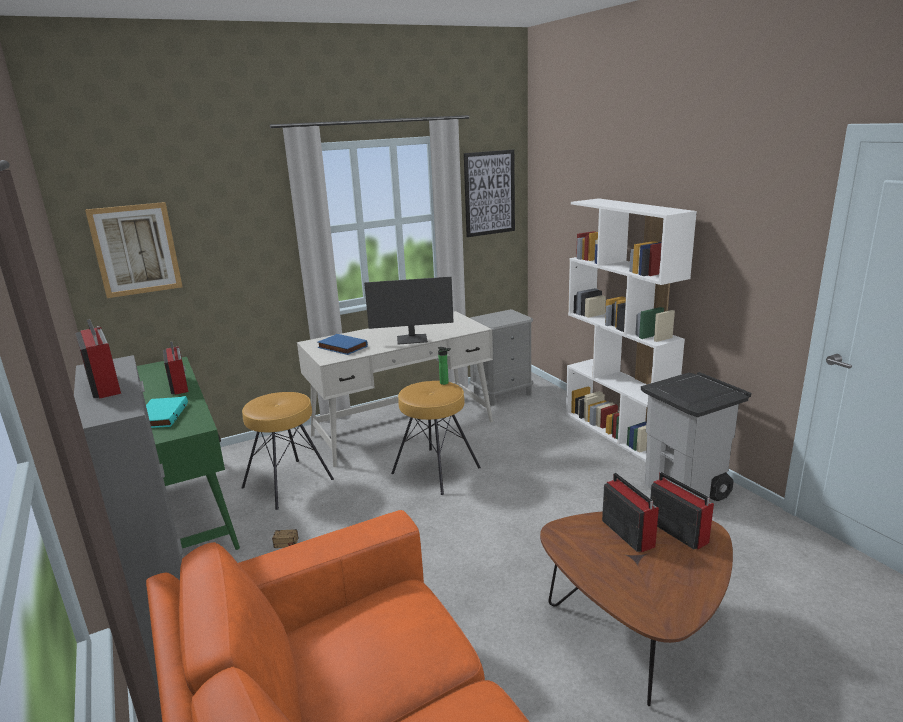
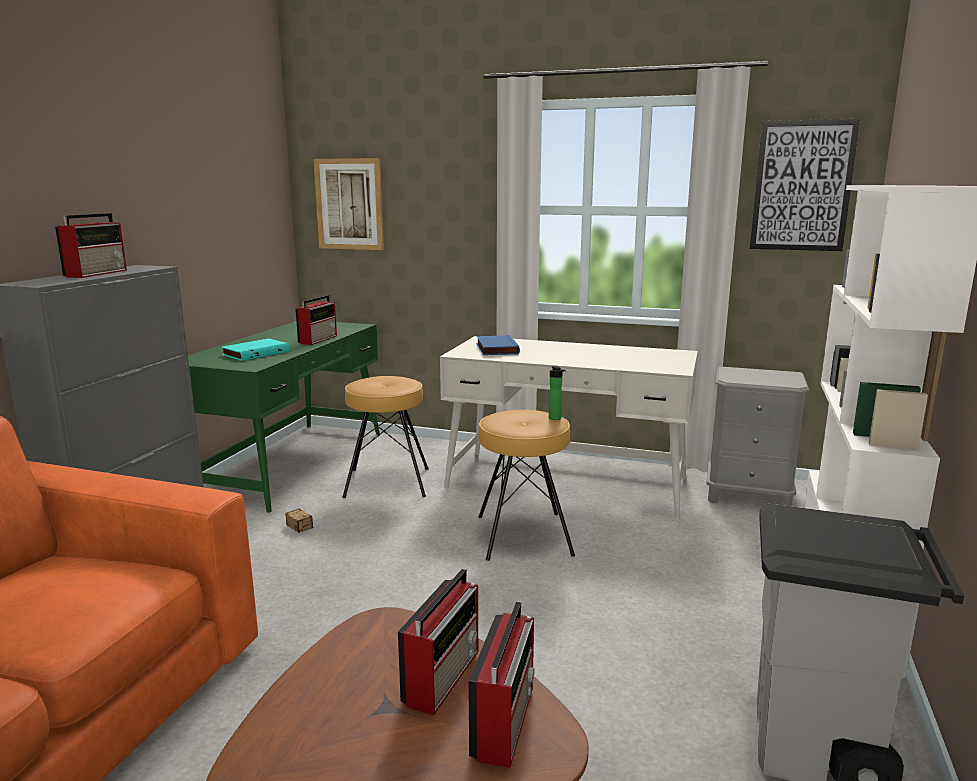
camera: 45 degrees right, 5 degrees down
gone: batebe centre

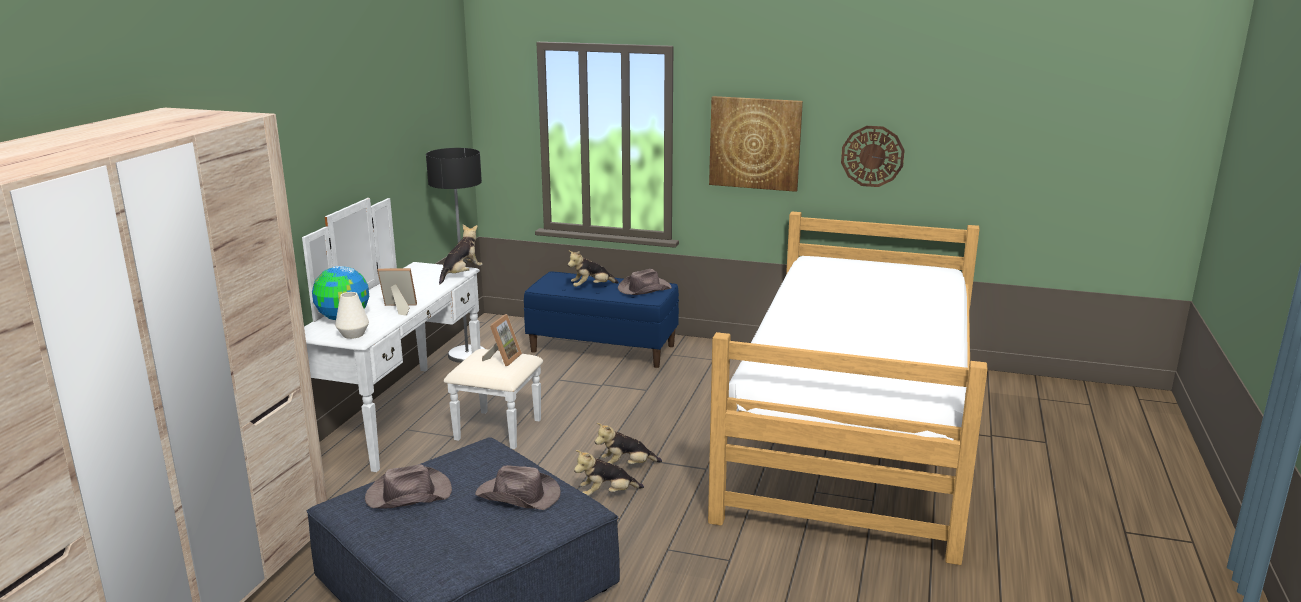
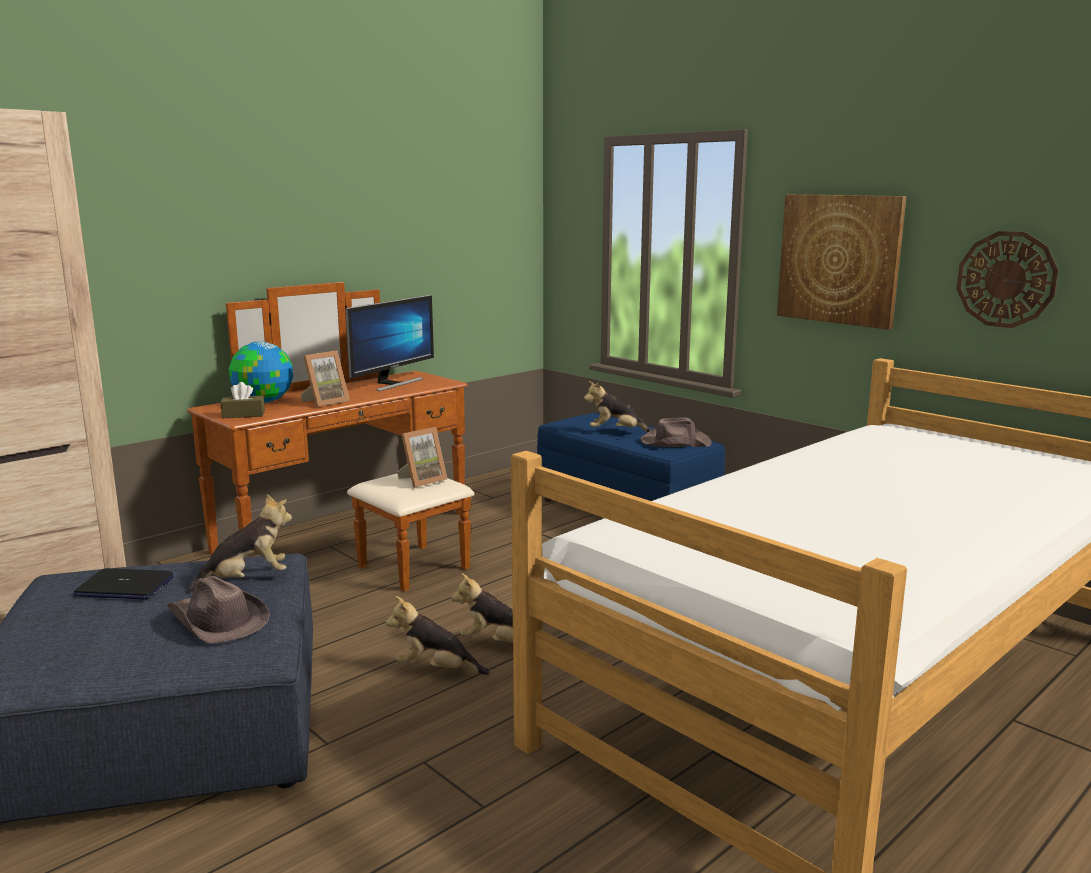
camera: 30 degrees right, 5 degrees down
gone: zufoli centre
new: batebe centre
shifted: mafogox (no. 1 from left) centre to middle left
swapped: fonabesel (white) middle left to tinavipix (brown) middle left; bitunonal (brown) (no. 1 from left) bottom left to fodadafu bottom left
repainted: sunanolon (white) middle left to sunanolon (brown) middle left
rotated: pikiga (no. 1 from left) middle left = middle left 105 degrees clockwise

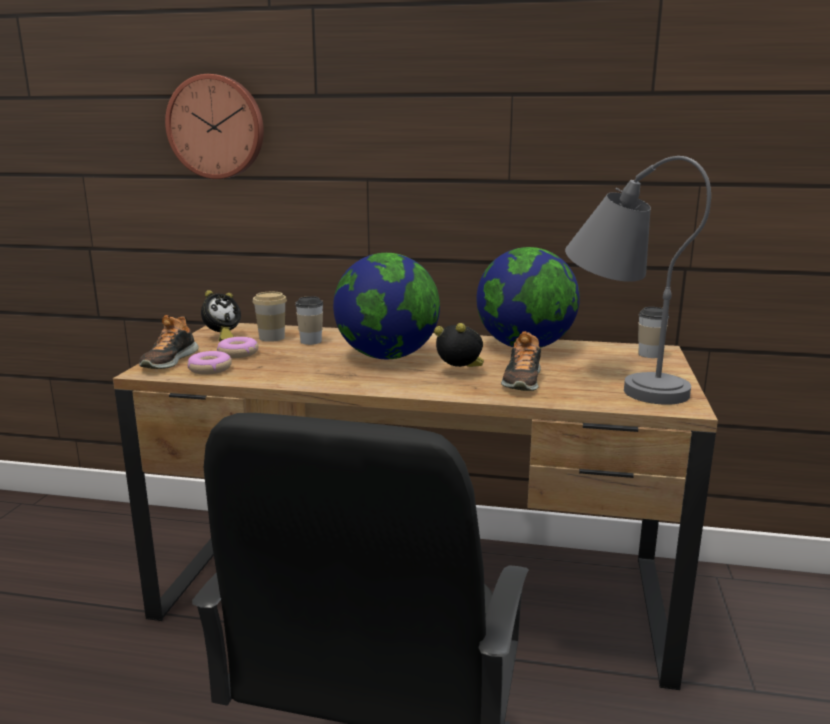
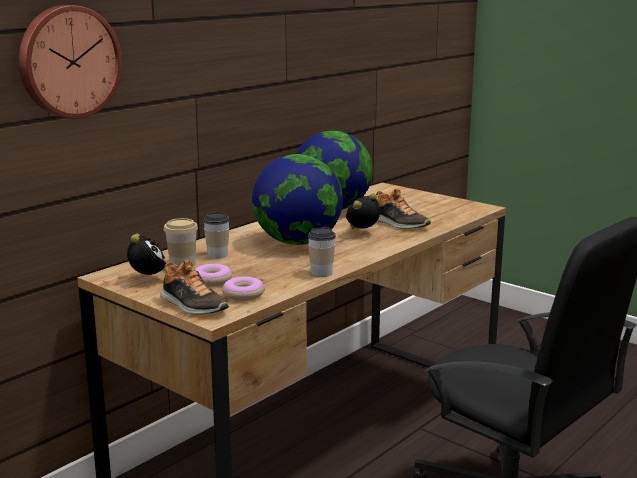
camera: 60 degrees left, 0 degrees up
gone: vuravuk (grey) middle right
shifted: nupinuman (no. 3 from left) middle right to centre

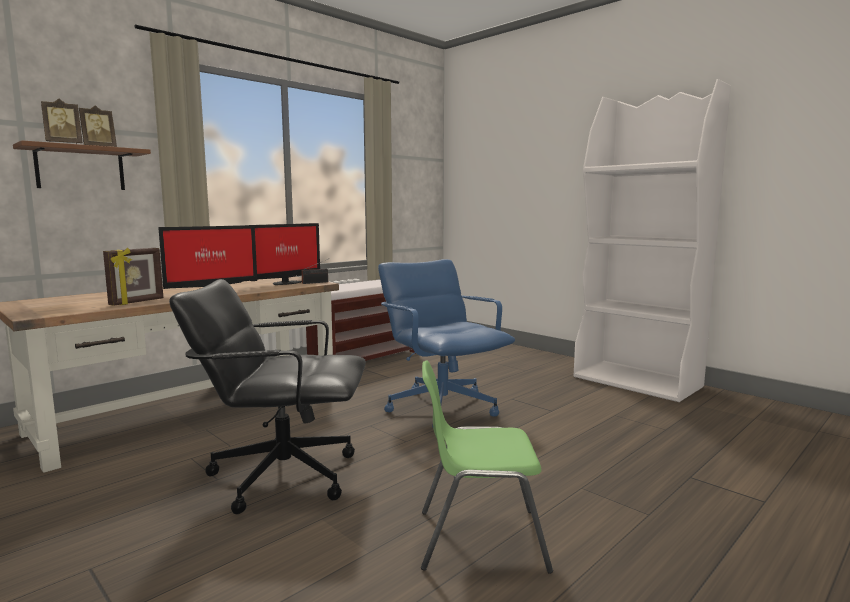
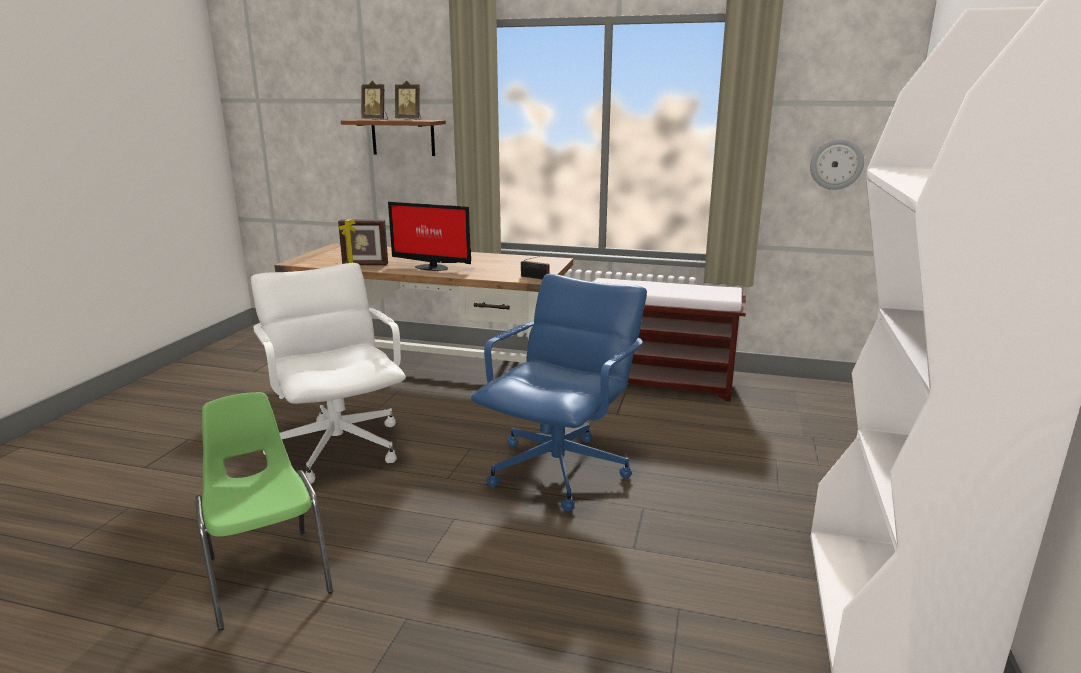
camera: 60 degrees right, 10 degrees up
gone: batebe (no. 2 from left) centre
new: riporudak top right
repainted: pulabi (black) middle left to pulabi (white) middle left

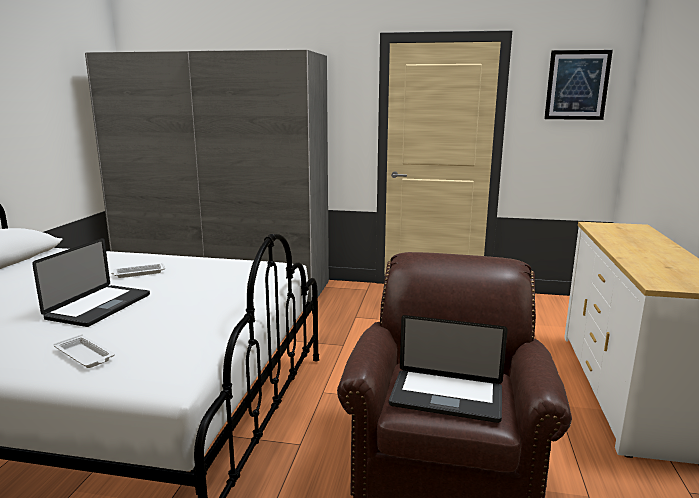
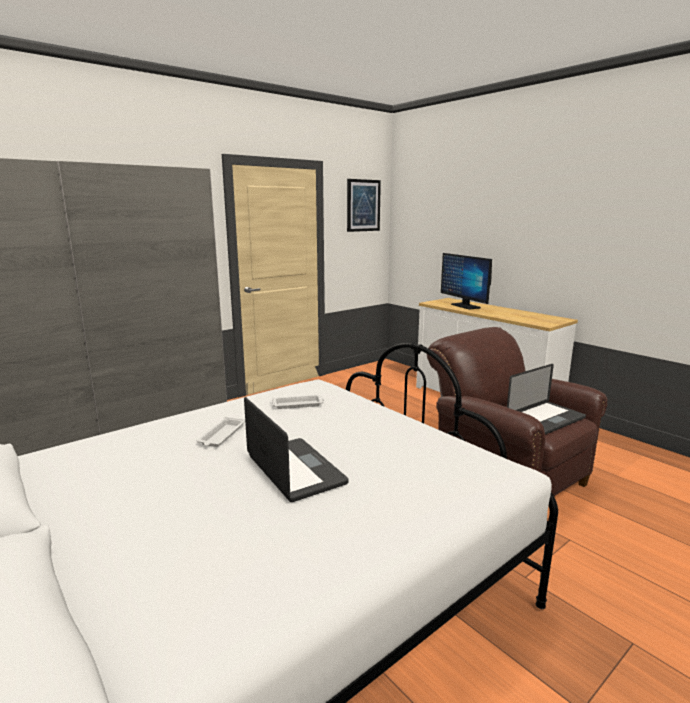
camera: 50 degrees left, 0 degrees up
new: batebe middle right
shifted: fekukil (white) (no. 1 from left in the first image) bottom left to fekukil (white) (no. 2 from left) centre

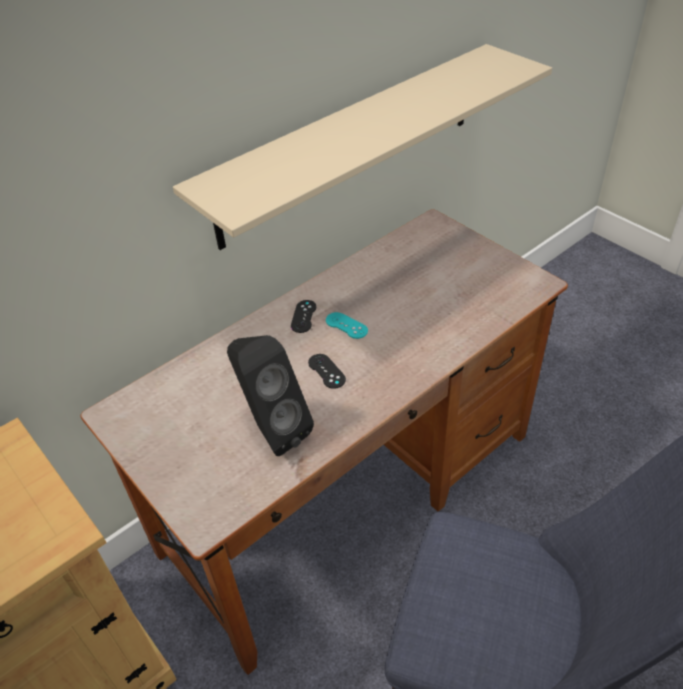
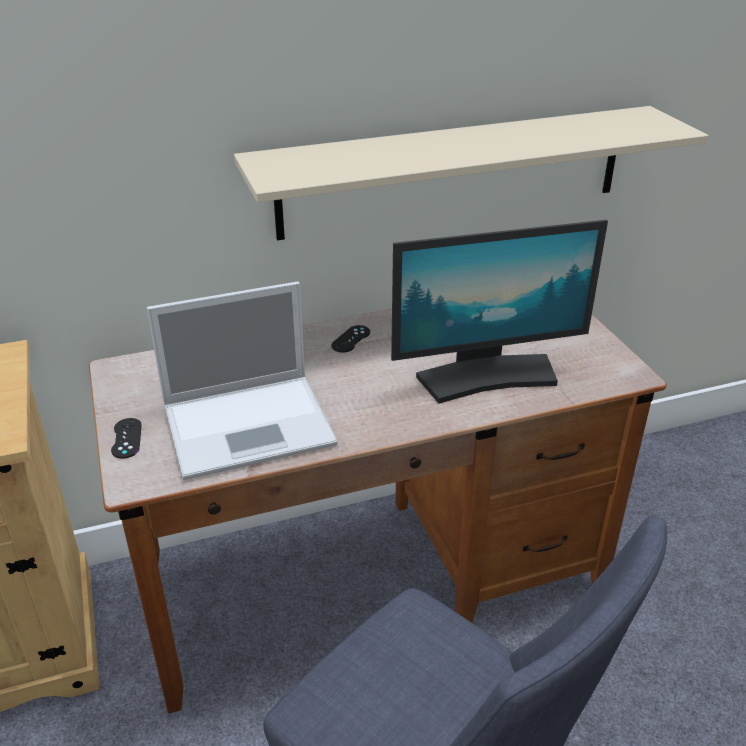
camera: 20 degrees right, 10 degrees down
gone: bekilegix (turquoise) centre
new: batebe middle right
shifted: bekilegix (black) (no. 2 from left in the first image) centre to bekilegix (black) (no. 1 from left) middle left
swapped: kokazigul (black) centre to fodadafu middle left

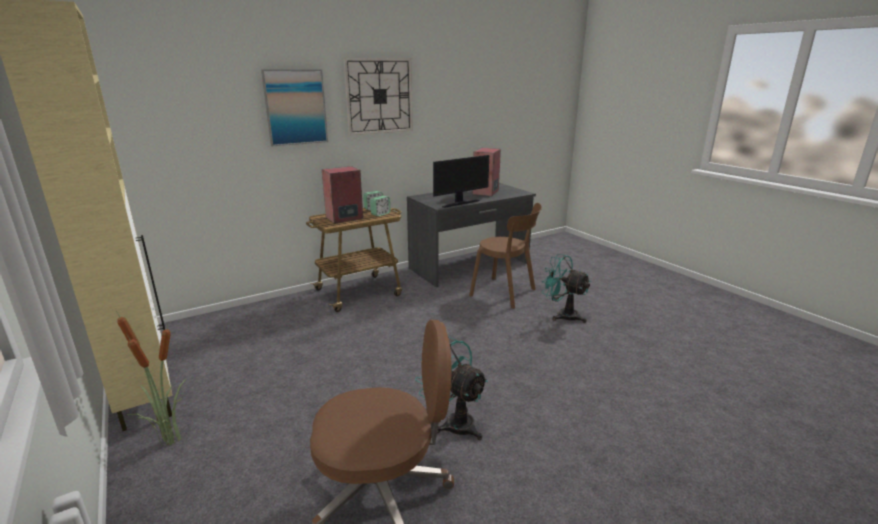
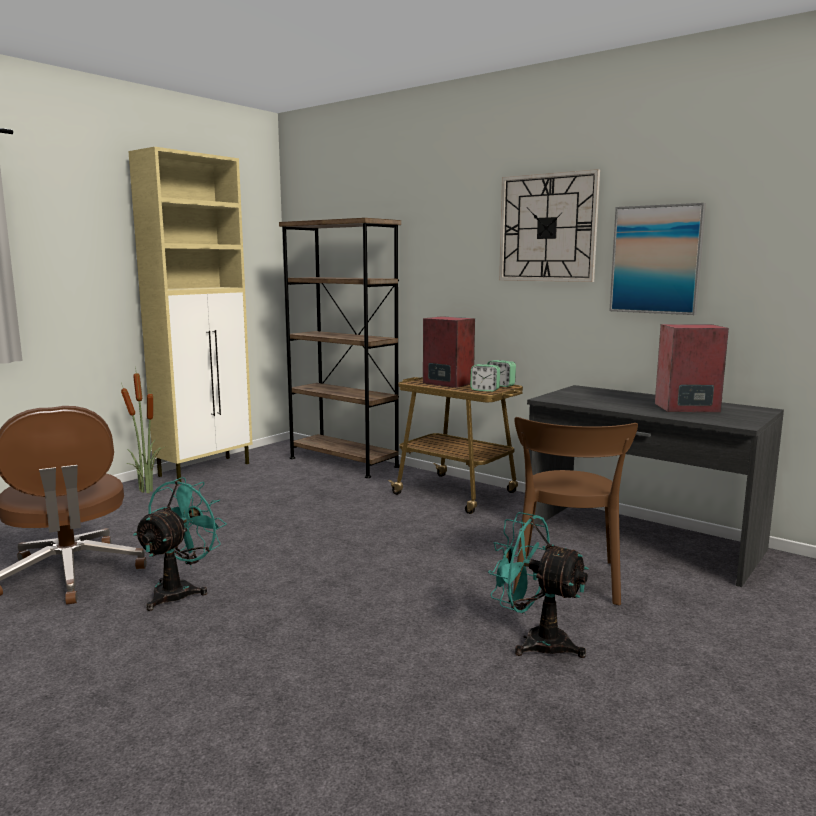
camera: 70 degrees right, 10 degrees down
gone: batebe centre
new: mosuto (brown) centre
shifted: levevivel top centre to top right
rotated: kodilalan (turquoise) (no. 2 from left) centre = bottom centre 75 degrees counterclockwise

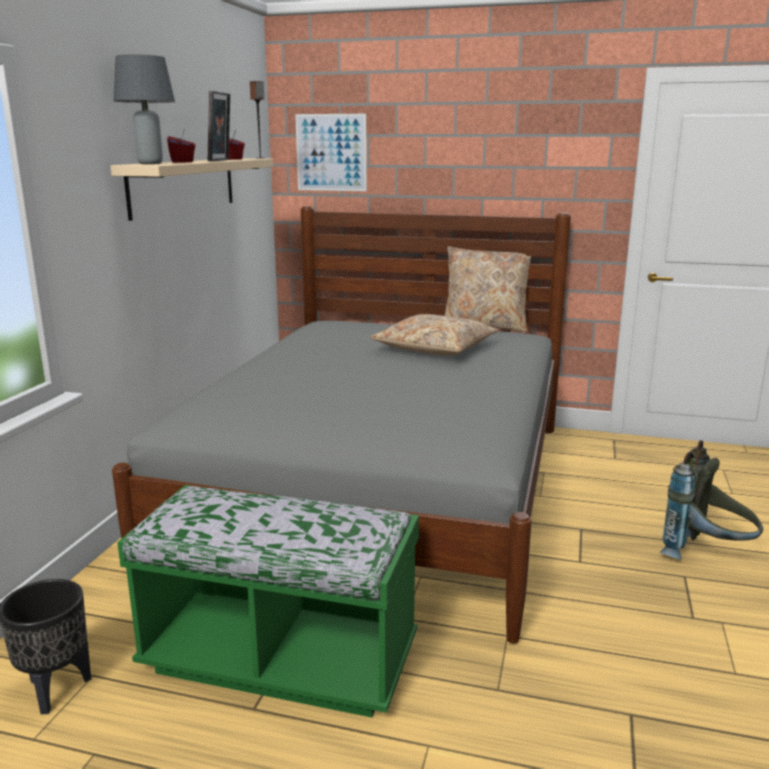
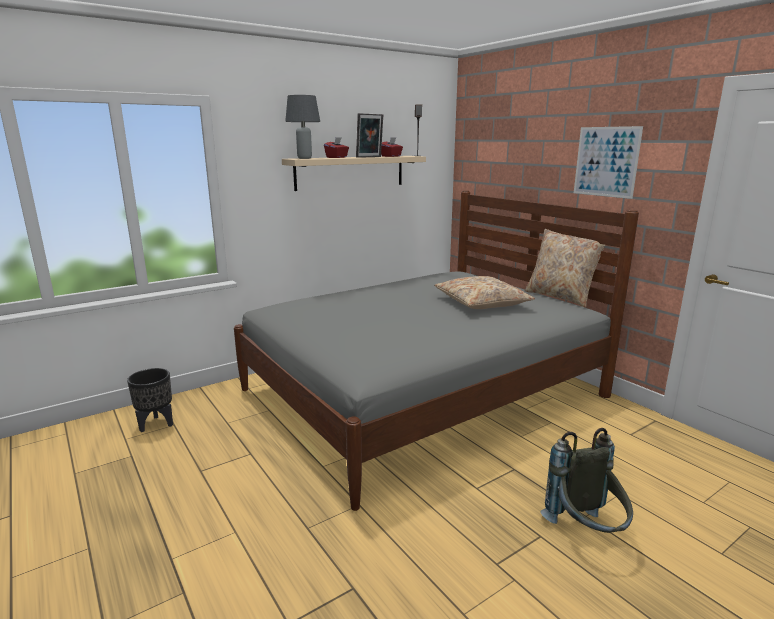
camera: 40 degrees right, 0 degrees up
gone: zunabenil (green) bottom centre
shifted: levevivel top centre to top right

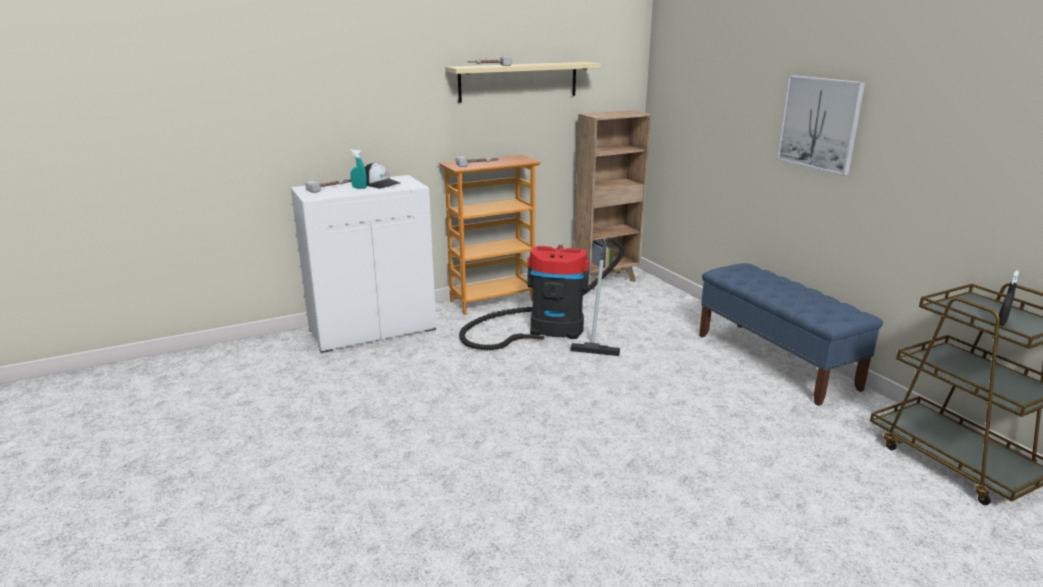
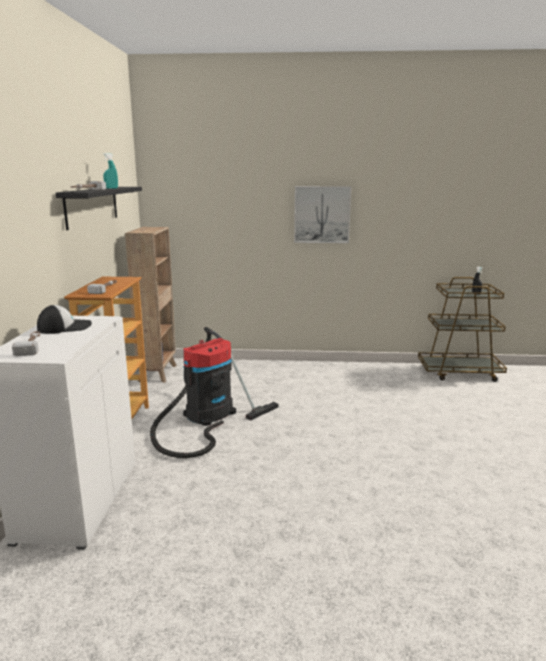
camera: 60 degrees left, 5 degrees down
gone: zunabenil (blue) middle right
shifted: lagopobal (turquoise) top centre to top left
repainted: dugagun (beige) top centre to dugagun (black) top left

